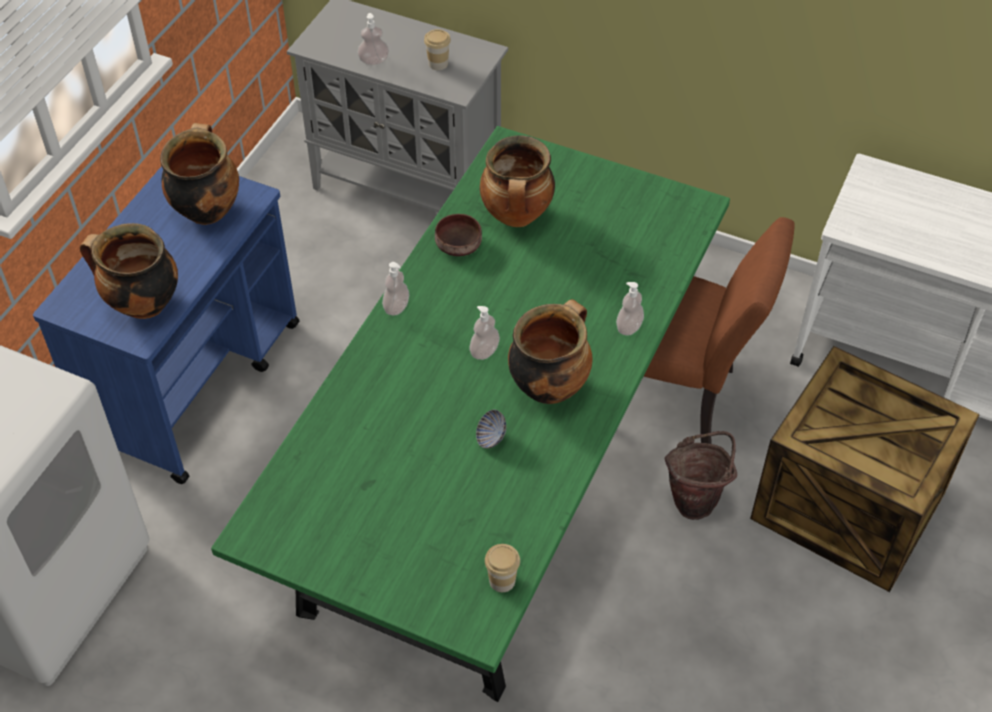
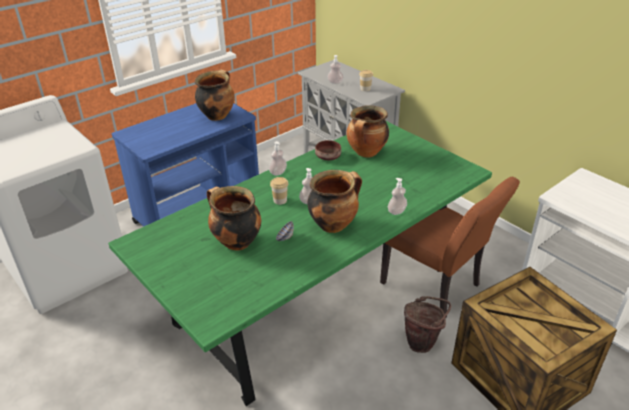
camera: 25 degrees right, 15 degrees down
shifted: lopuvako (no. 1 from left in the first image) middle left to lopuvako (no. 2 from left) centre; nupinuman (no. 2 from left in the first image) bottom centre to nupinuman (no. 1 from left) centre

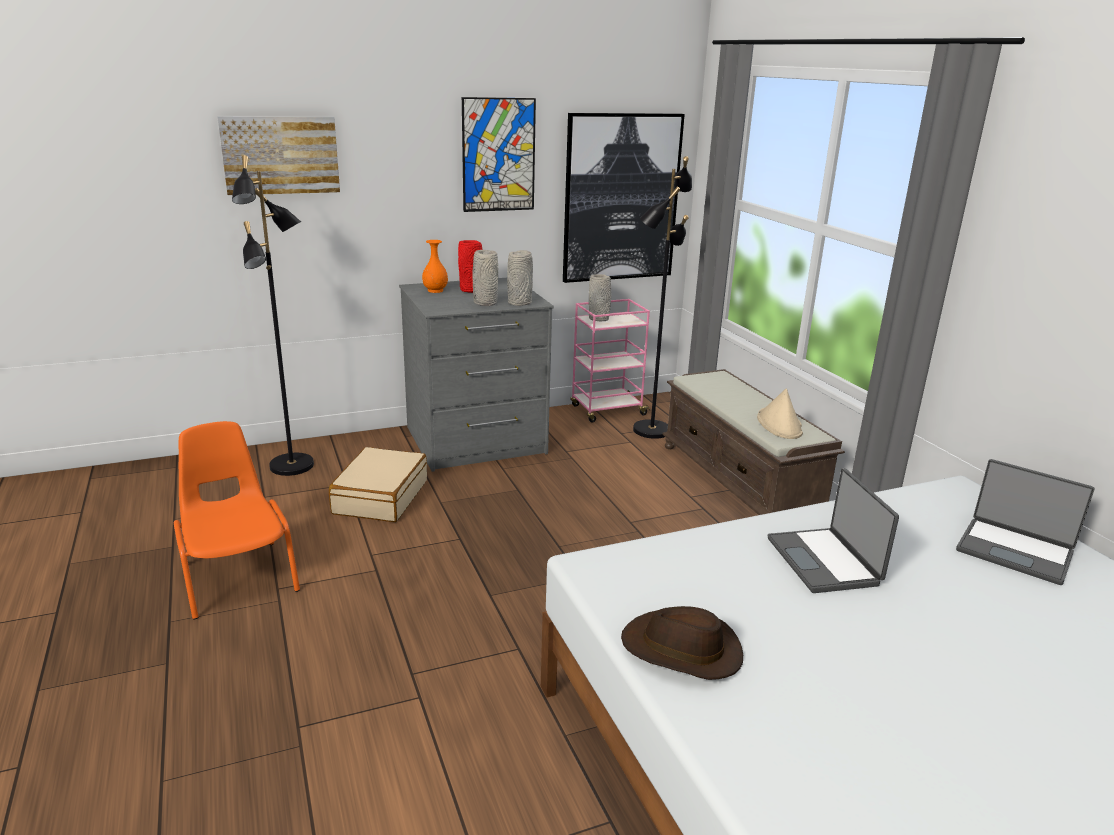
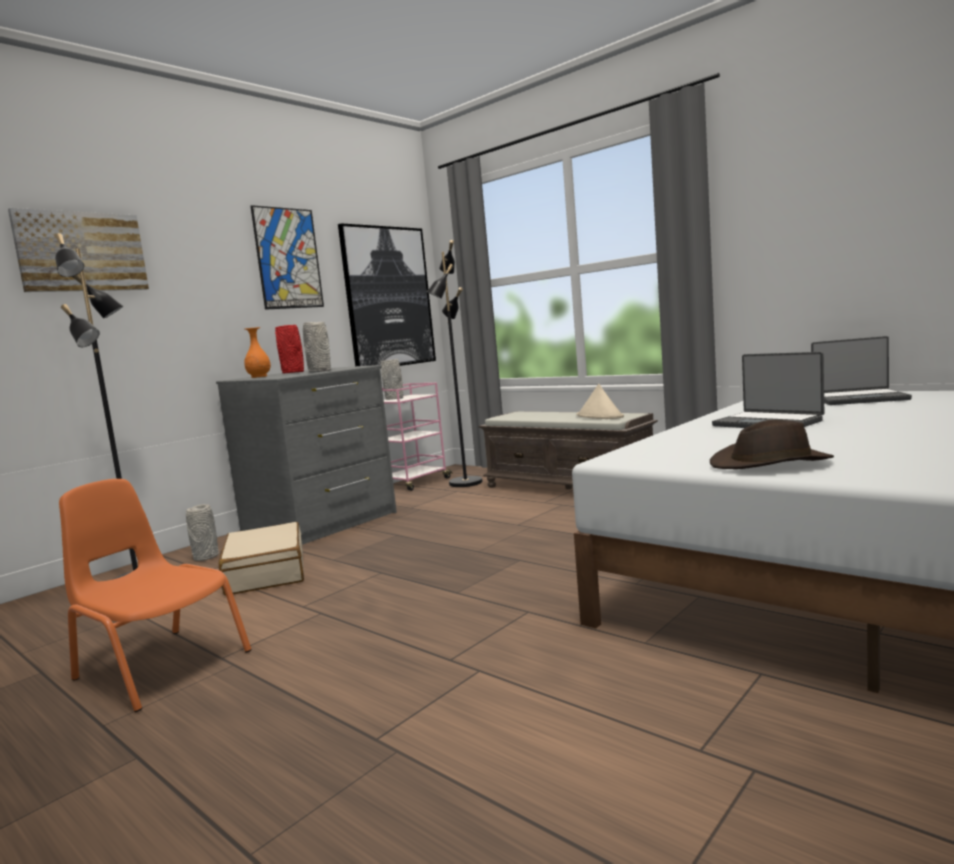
camera: 25 degrees left, 15 degrees down
shifted: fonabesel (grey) (no. 2 from left in the first image) top centre to fonabesel (grey) (no. 1 from left) middle left

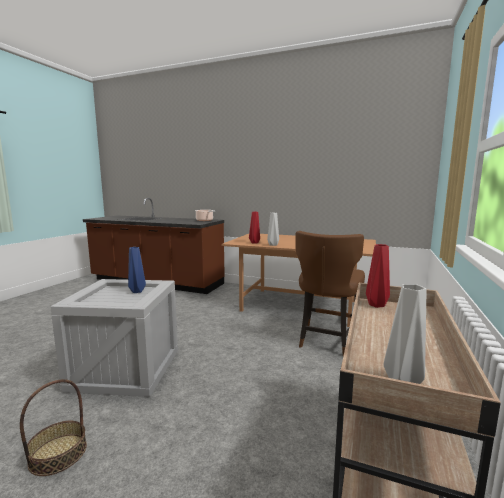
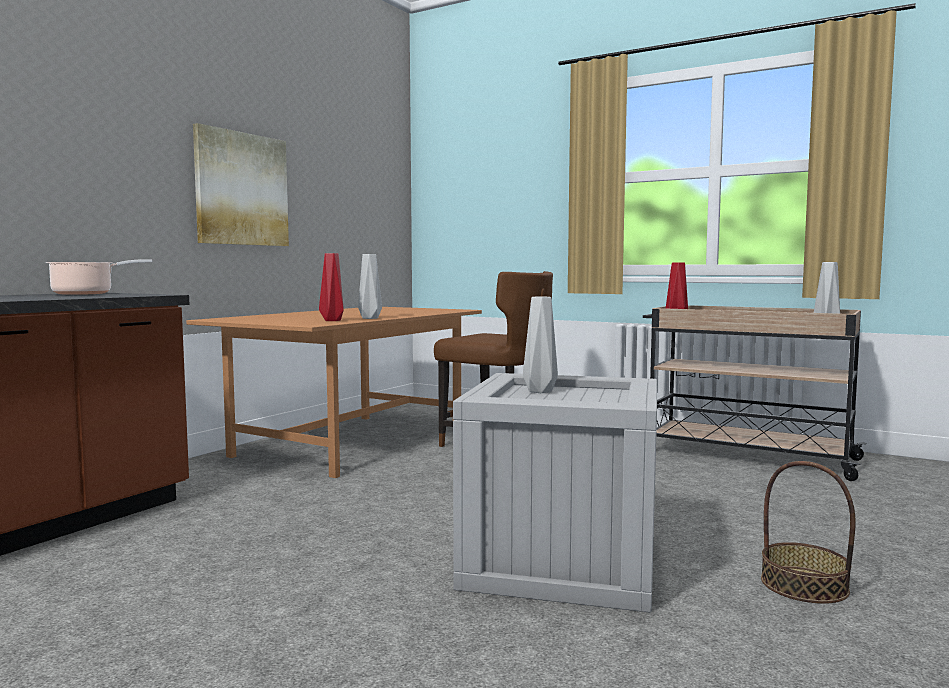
camera: 80 degrees left, 5 degrees down
new: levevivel top left
repainted: fonabesel (blue) middle left to fonabesel (grey) (no. 2 from left) centre

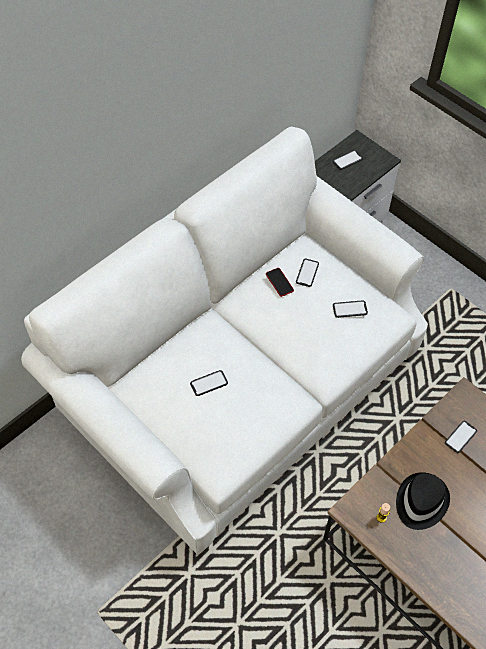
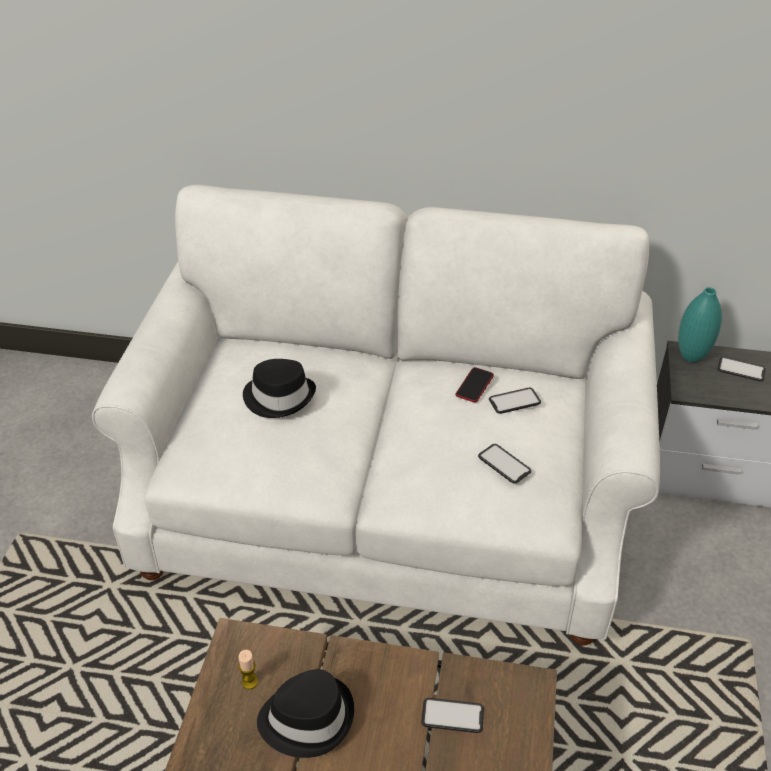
camera: 55 degrees right, 15 degrees down
new: fonabesel (turquoise) middle right
swapped: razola (no. 1 from left) centre to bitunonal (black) (no. 1 from left) centre

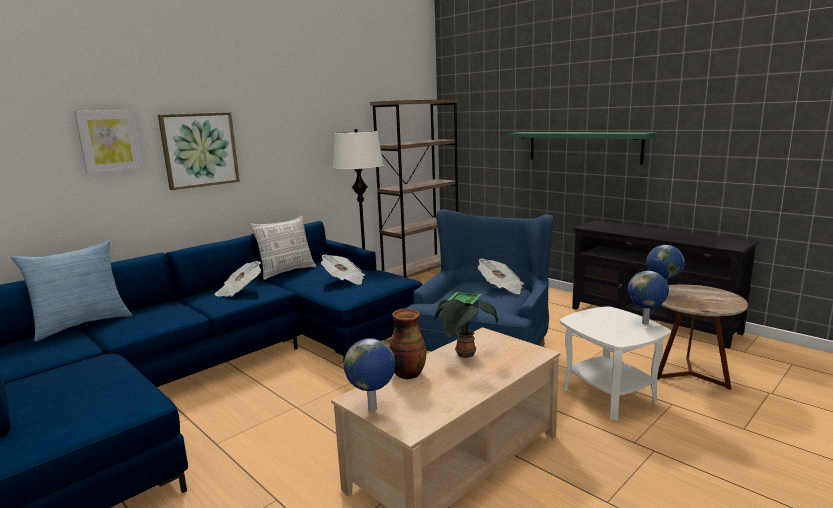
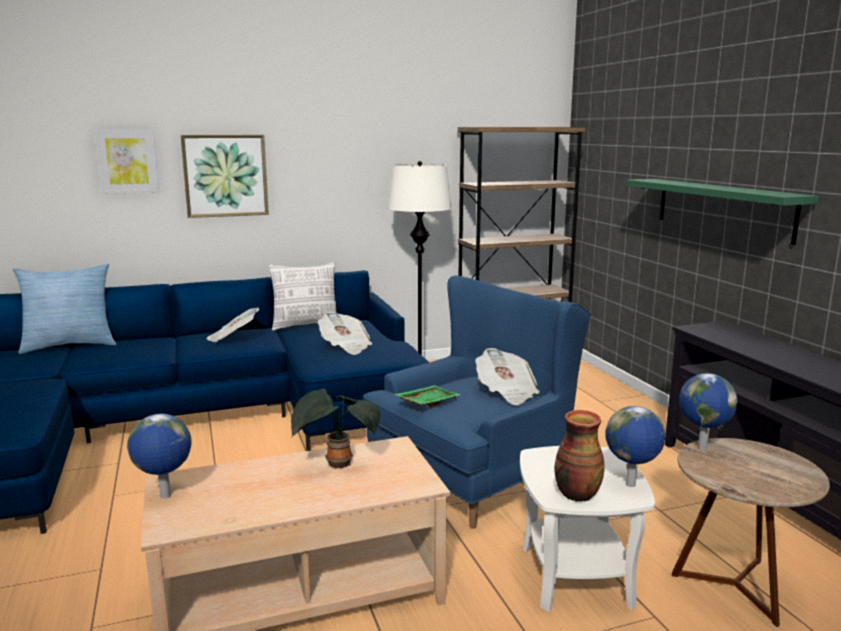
camera: 25 degrees right, 0 degrees up
shifted: fonabesel bottom centre to bottom right

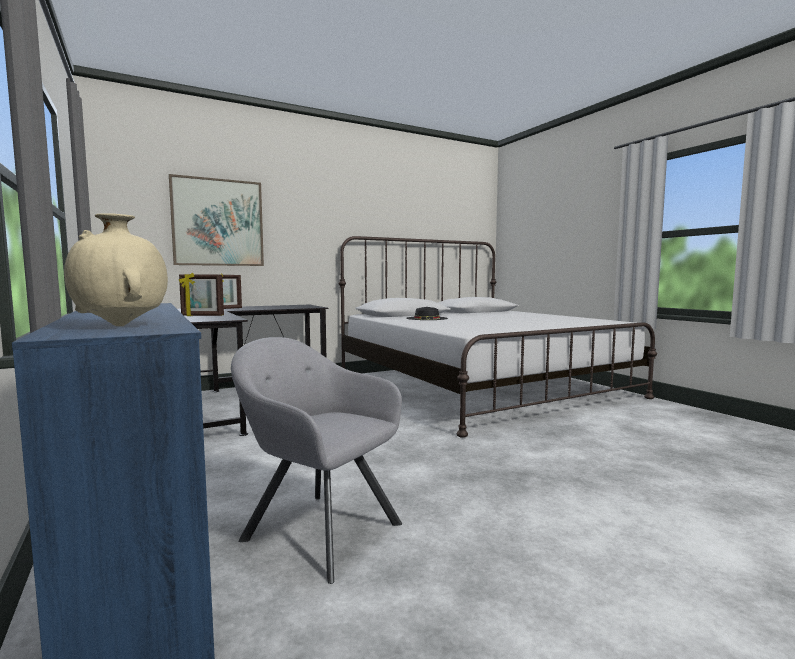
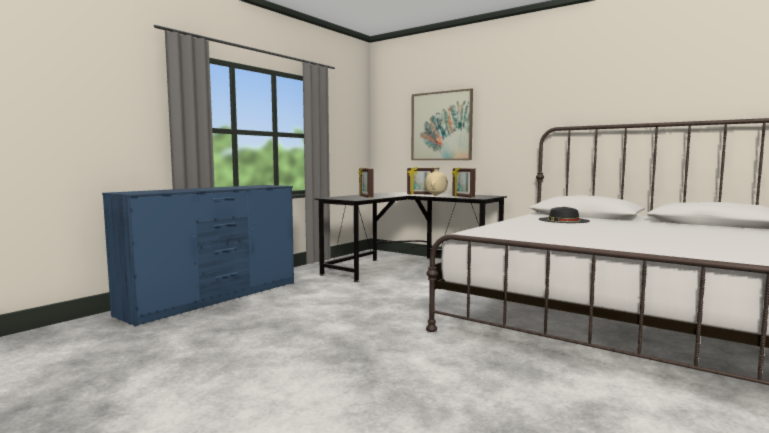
camera: 65 degrees right, 0 degrees up
gone: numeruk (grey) bottom centre
new: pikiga (no. 3 from left) centre
shifted: fonabesel (beige) middle left to centre

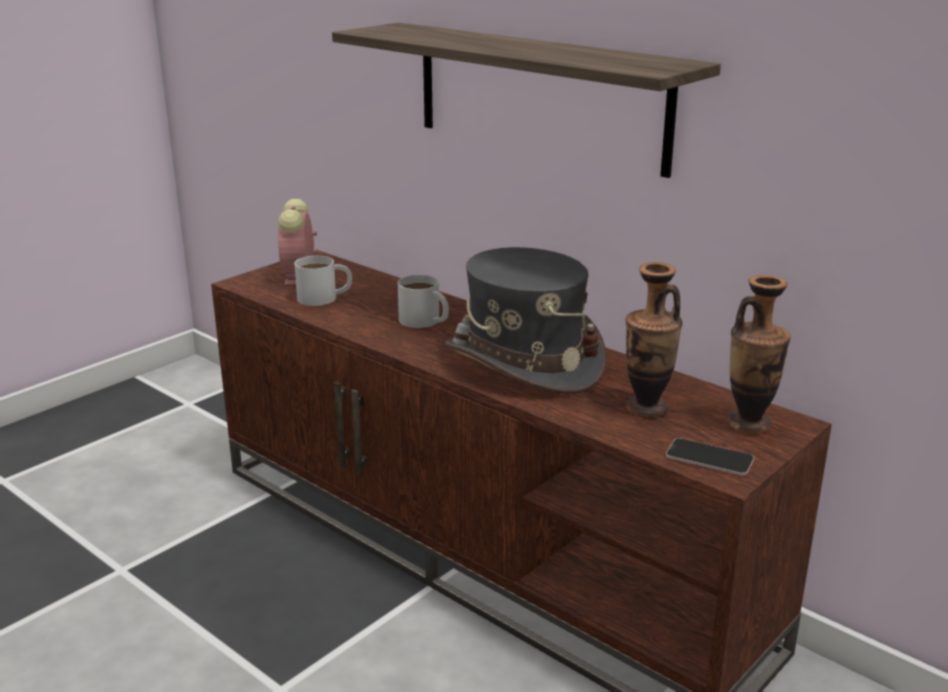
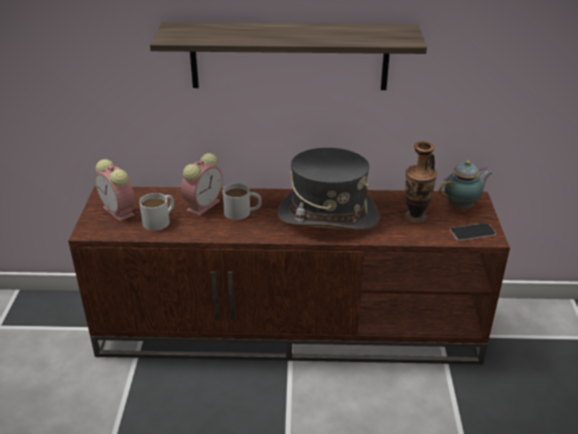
camera: 40 degrees left, 10 degrees up
new: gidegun (no. 2 from left) centre
swapped: fonabesel (no. 2 from left) middle right to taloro middle right

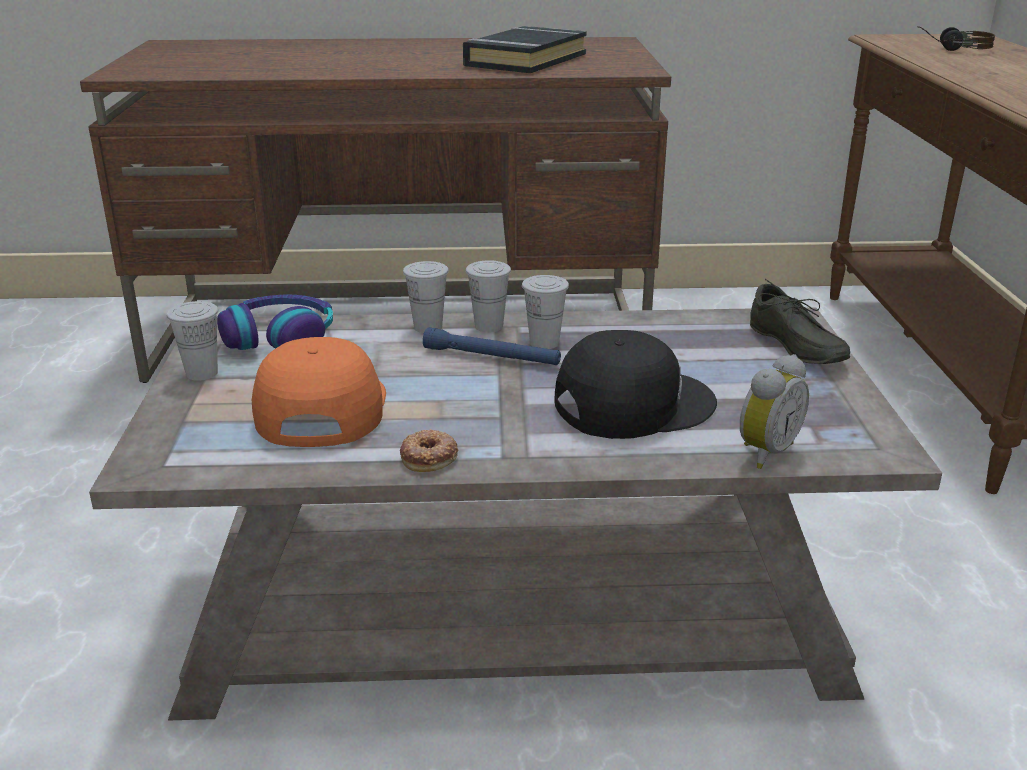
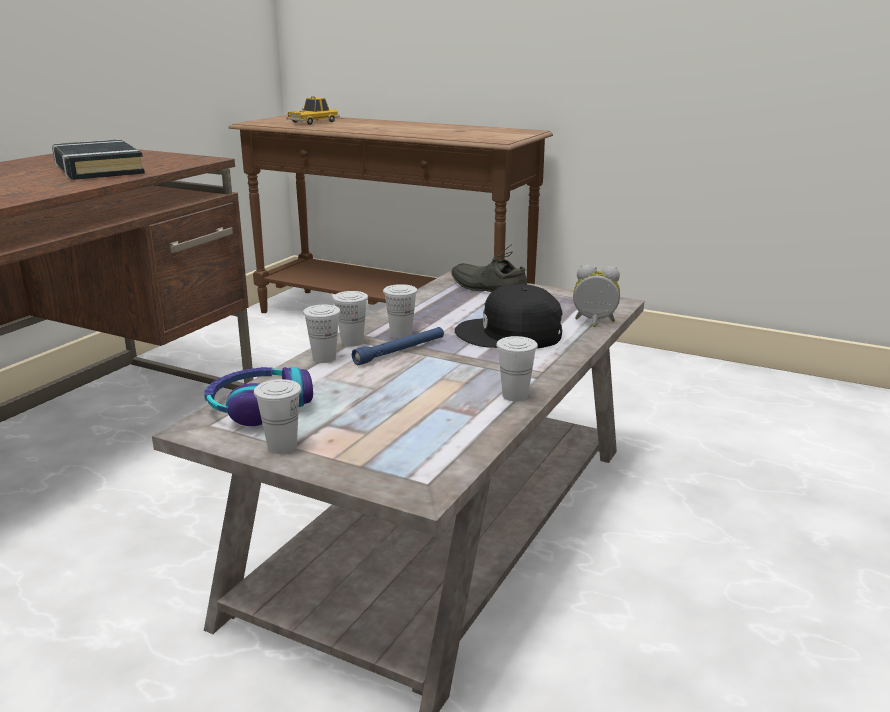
camera: 60 degrees left, 5 degrees down
gone: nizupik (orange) middle left
swapped: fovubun centre to nupinuman (white) (no. 5 from left) centre; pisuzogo (no. 2 from left) top right to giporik top centre
rotated: nizupik (black) centre = centre 90 degrees counterclockwise; gidegun middle right = middle right 60 degrees counterclockwise; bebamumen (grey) middle right = centre 150 degrees counterclockwise

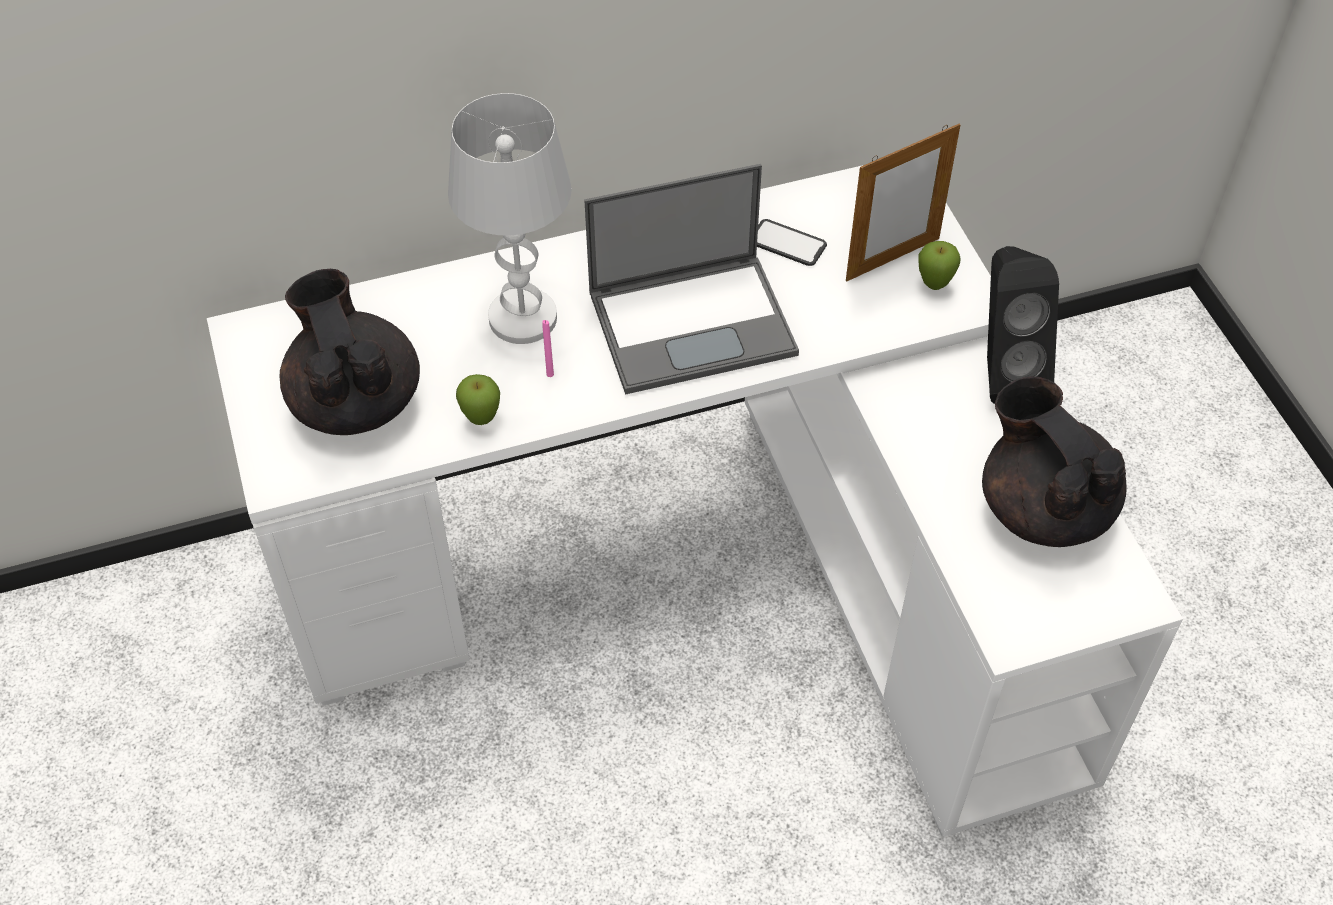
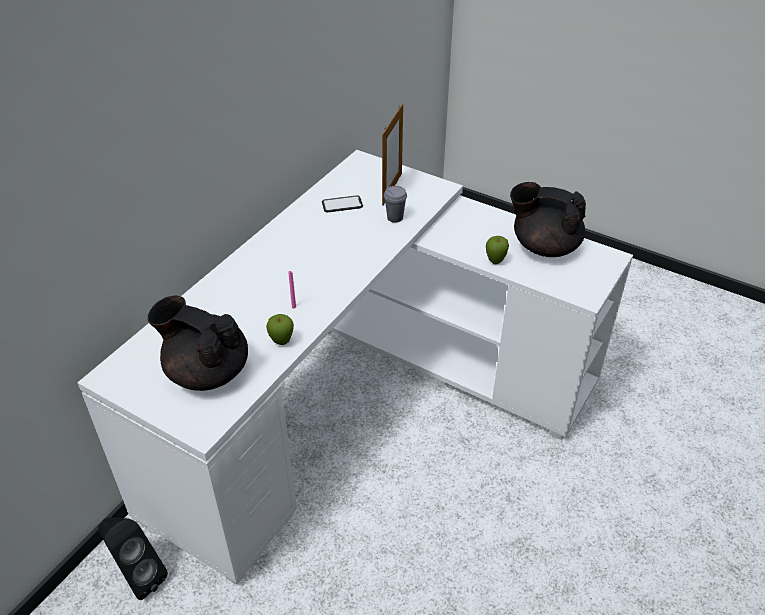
camera: 40 degrees left, 10 degrees down
gone: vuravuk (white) top centre; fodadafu top centre
new: nupinuman (grey) top centre
shifted: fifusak (no. 2 from left) top right to centre; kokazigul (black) middle right to bottom left

